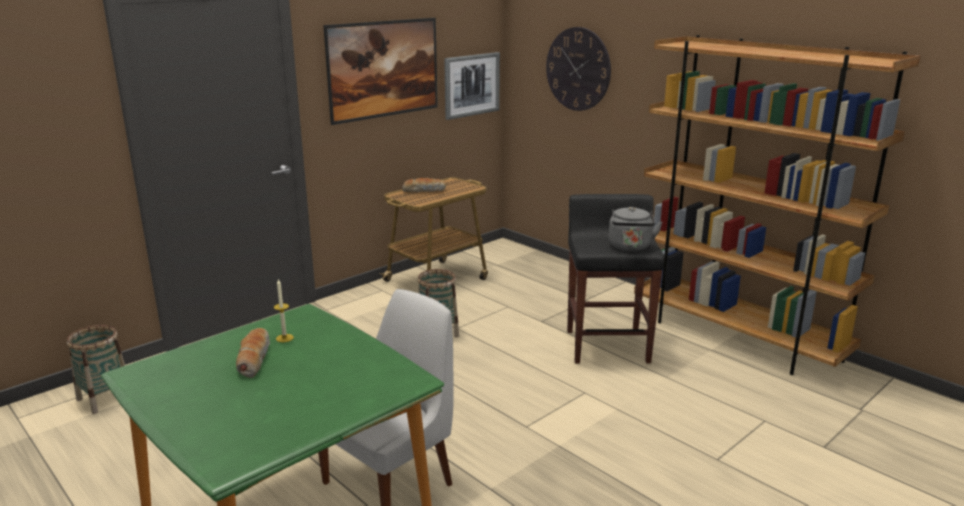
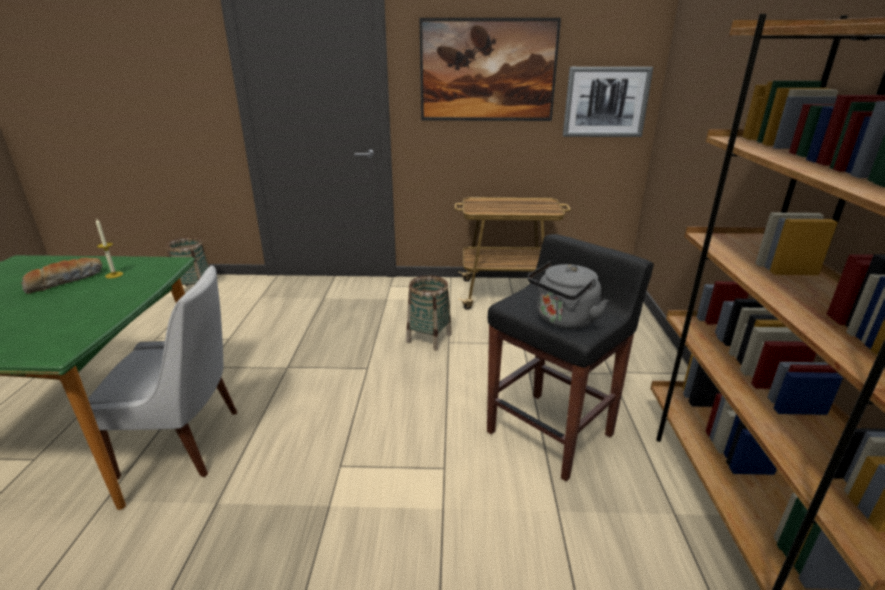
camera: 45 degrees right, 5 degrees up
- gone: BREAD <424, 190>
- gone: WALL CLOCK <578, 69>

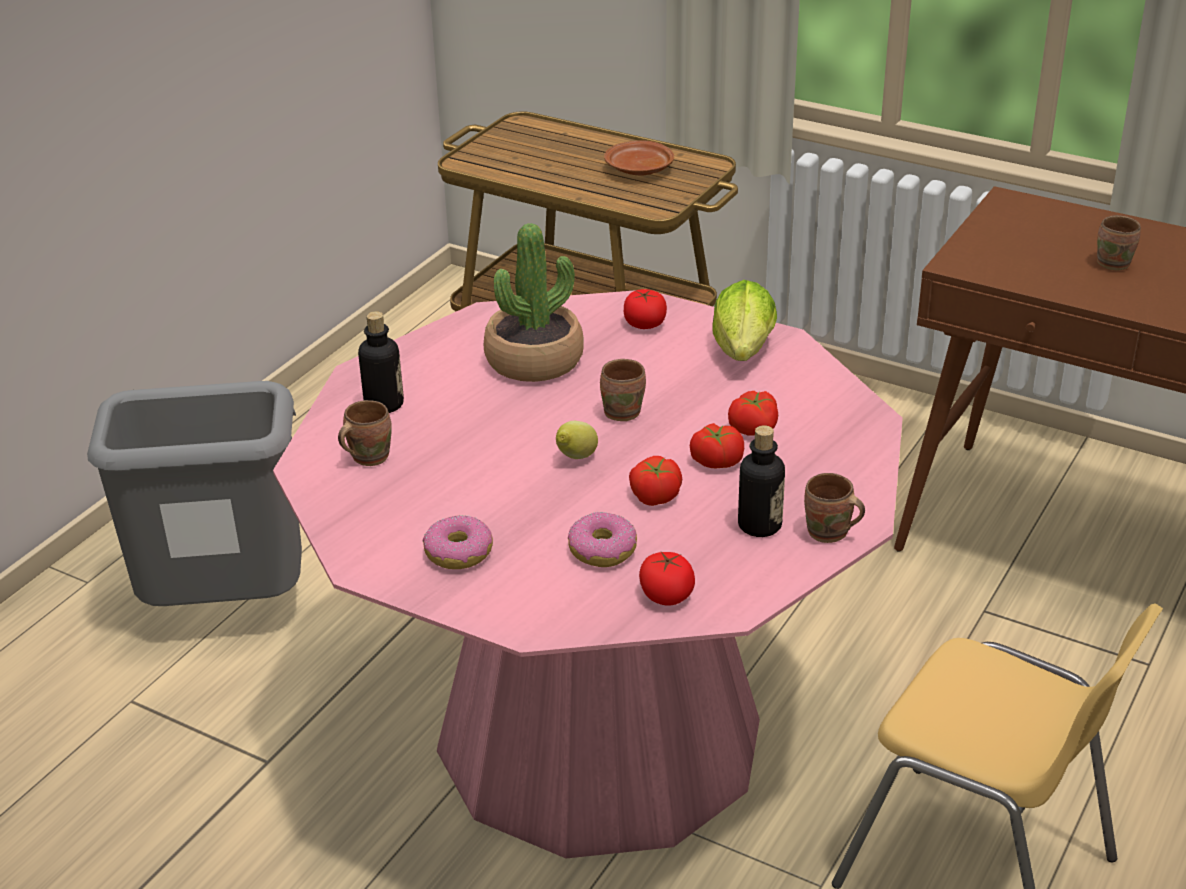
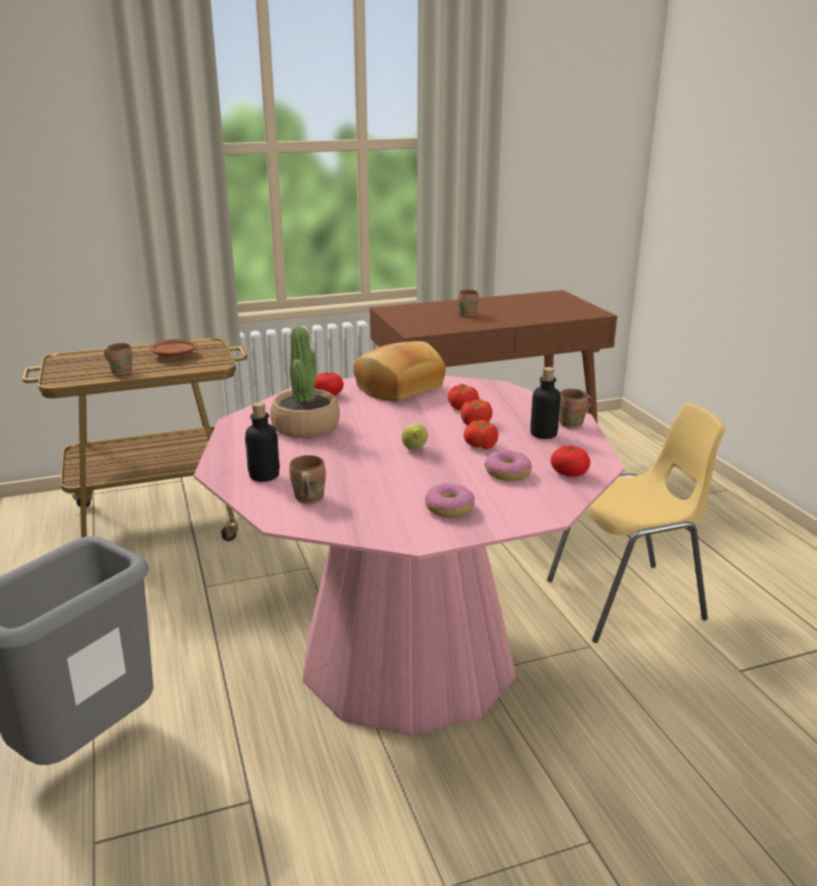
camera: 50 degrees left, 10 degrees down
- shifted: BROWN MUG <623, 411> to <121, 372>
- swapped: LETTUCE <743, 354> to BREAD <398, 387>

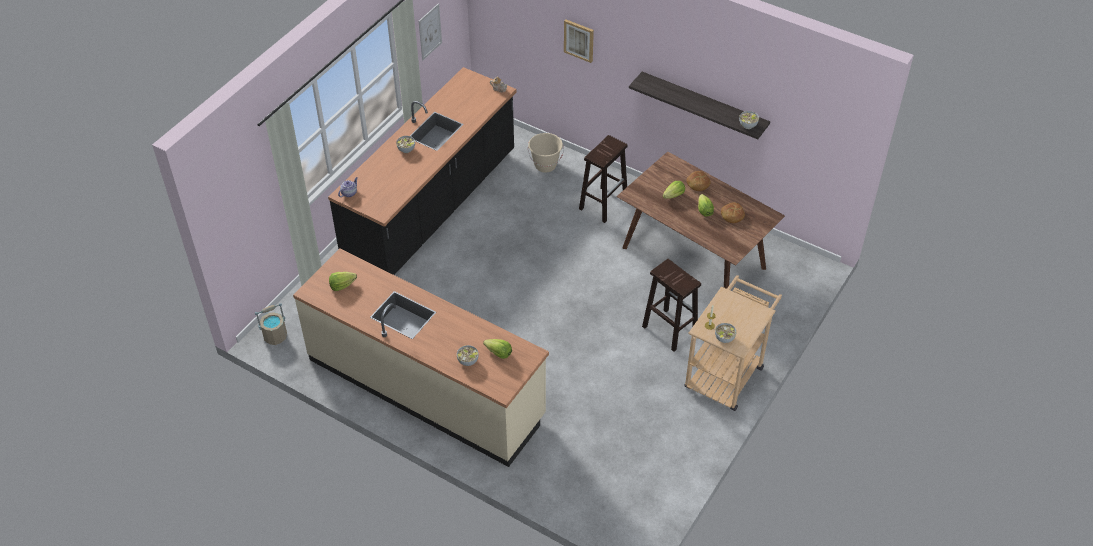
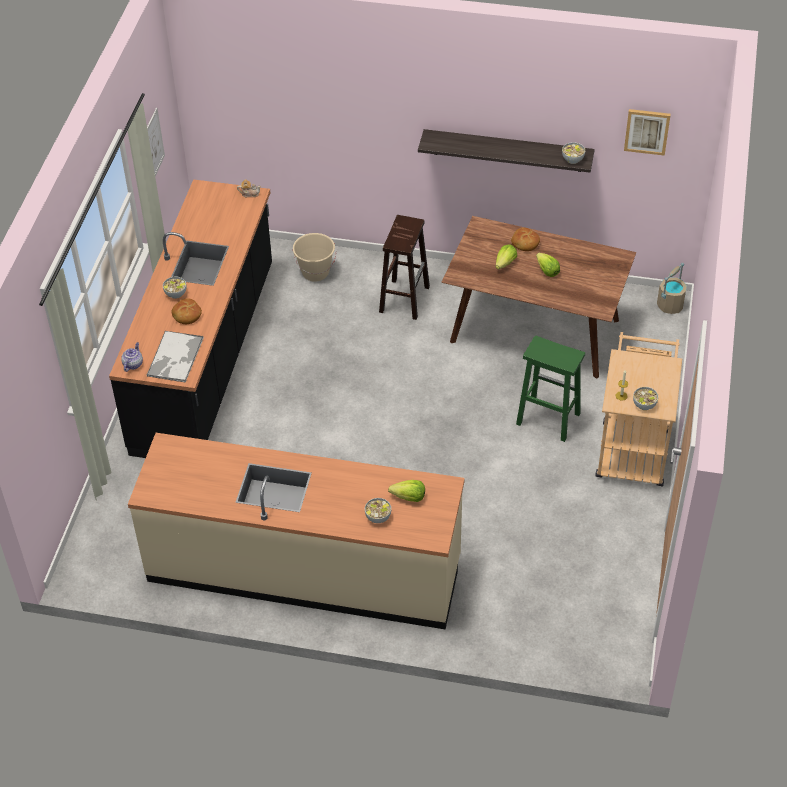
camera: 20 degrees left, 0 degrees up
- shifted: BEIGE BUCKET <275, 336> to <670, 305>
- gone: LETTUCE <342, 285>
- shifted: PICTURE <579, 40> to <647, 131>
- repainted: BROWN STOOL <669, 329> to GREEN STOOL <547, 418>
- shifted: BREAD <732, 215> to <186, 315>
- new: TRAY <175, 357>

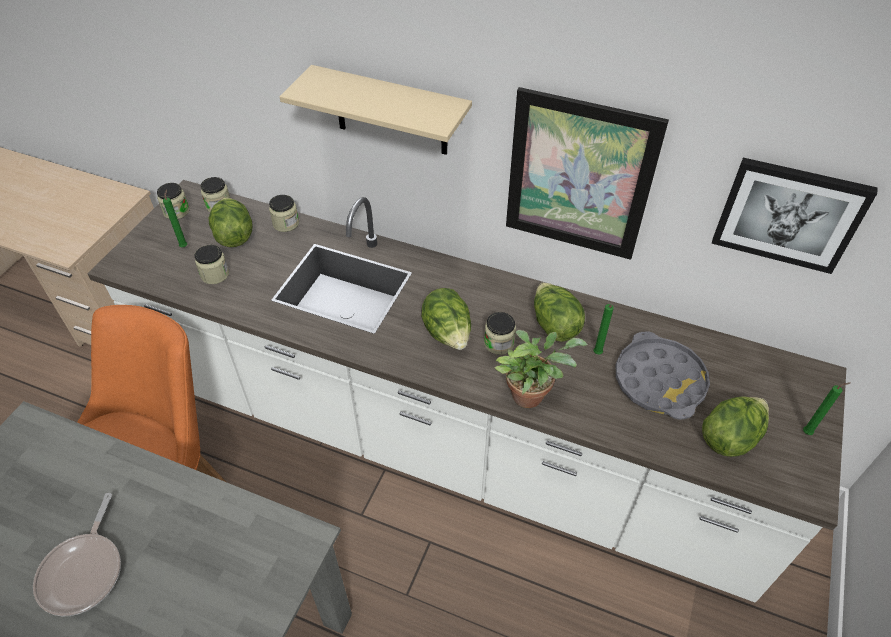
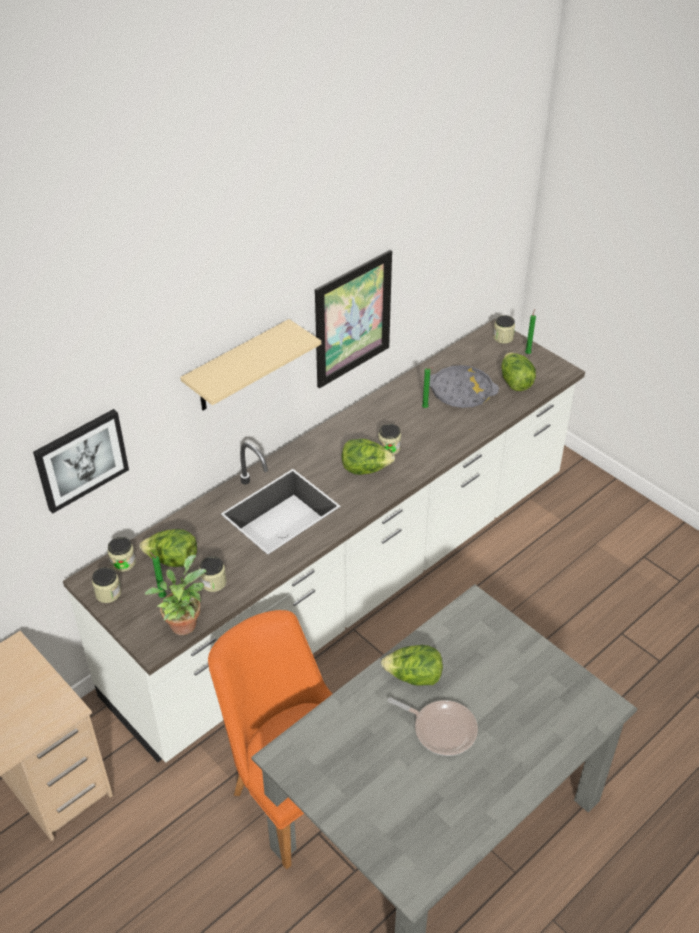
camera: 65 degrees left, 5 degrees down
- shifted: JAR <286, 223> to <503, 337>
- shifted: POTTED PLANT <531, 393> to <183, 622>
- shifted: LETTUCE <554, 325> to <413, 677>
- shifted: PICTURE <789, 214> to <81, 459>

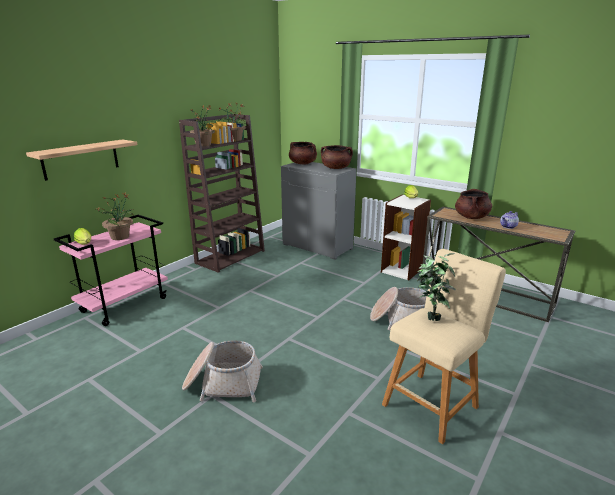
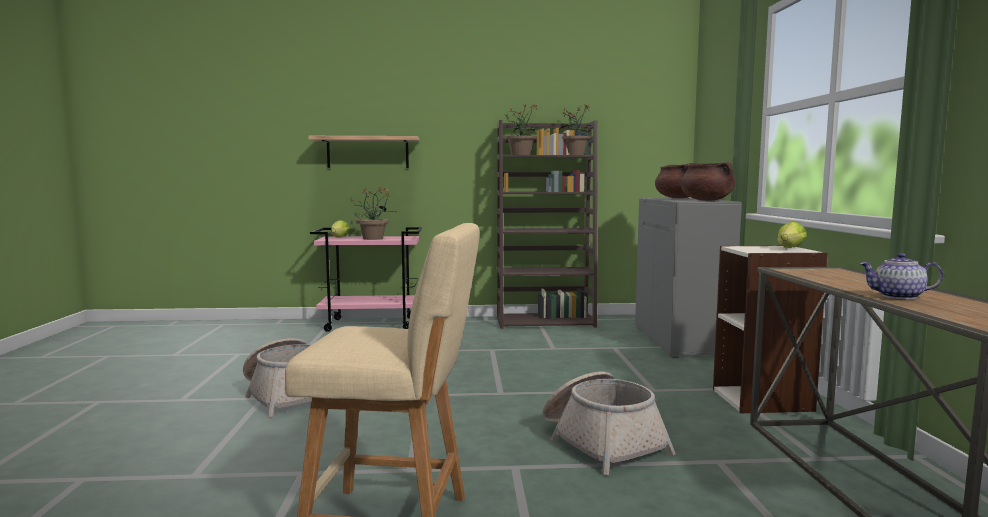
camera: 50 degrees right, 15 degrees down
- gone: POTTED PLANT <430, 315>
- gone: BROWN COOKING POT <471, 217>

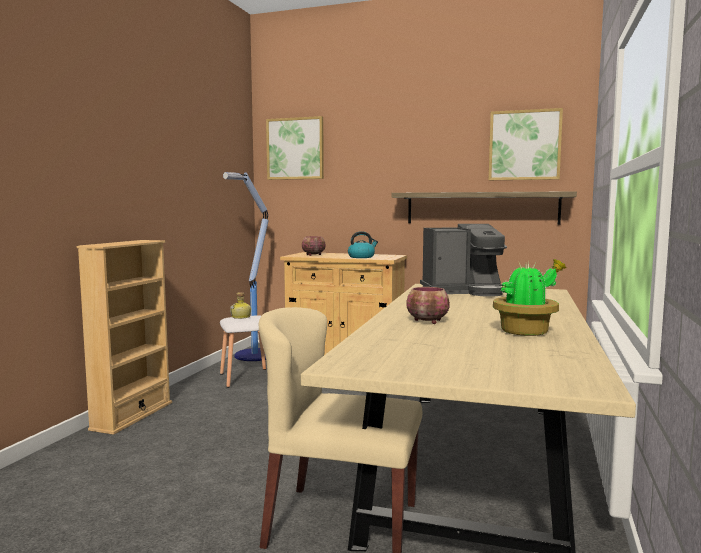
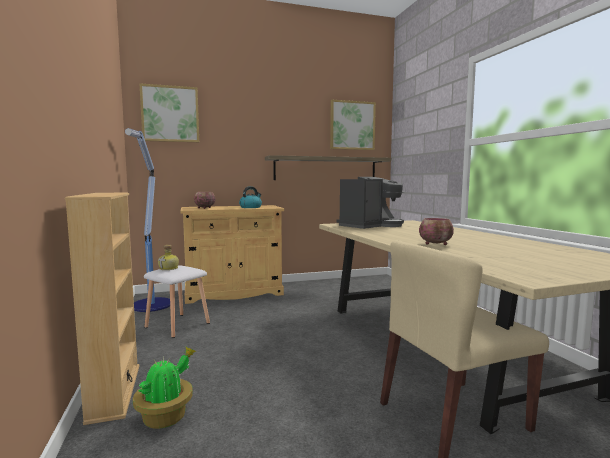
camera: 35 degrees left, 0 degrees up
- shifted: POTTED PLANT <526, 332> to <166, 416>

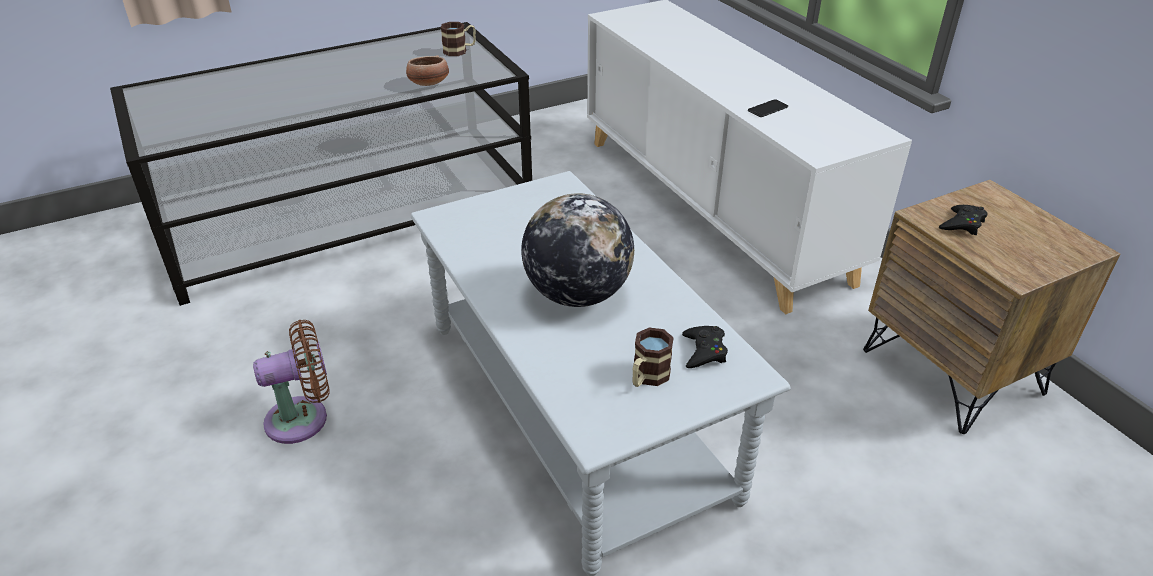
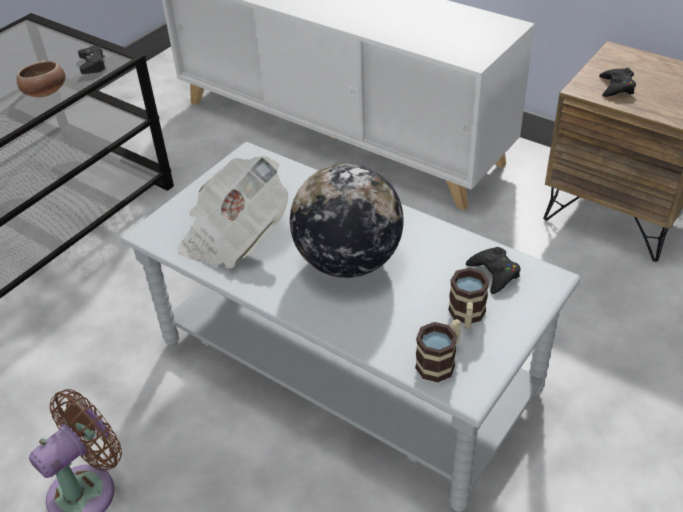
camera: 25 degrees left, 5 degrees up
- shifted: MUG <460, 51> to <440, 361>
- gone: PHONE <767, 109>
- new: BLACK GAME CONTROLLER <93, 64>
- new: NEWSPAPER <234, 235>

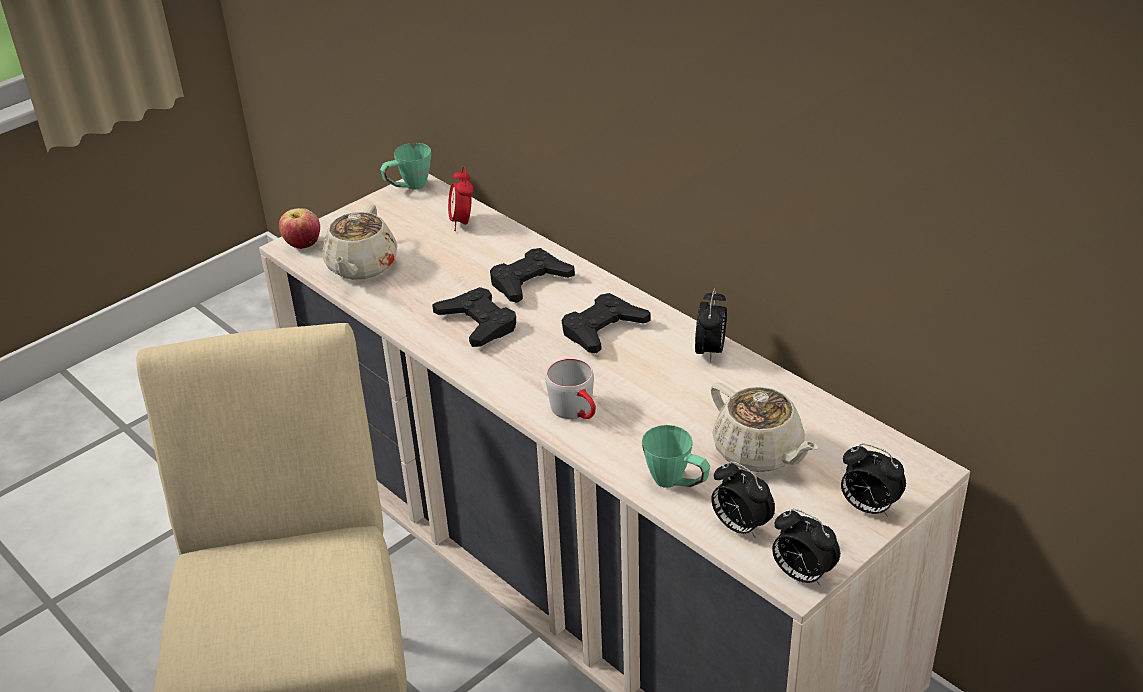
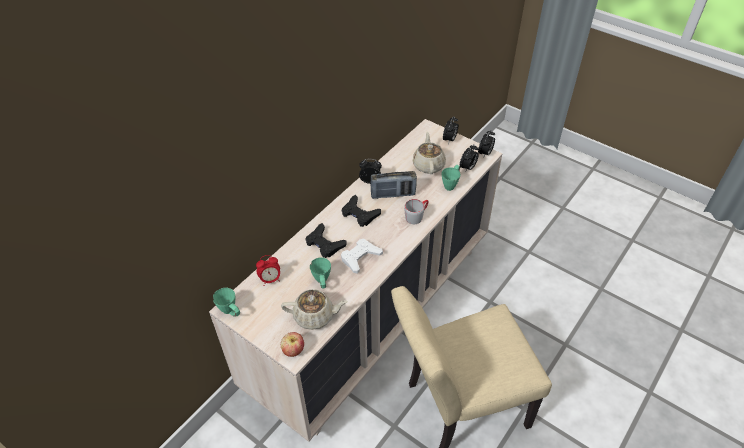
camera: 100 degrees left, 10 degrees up
- repainted: BLACK GAME CONTROLLER <478, 323> to WHITE GAME CONTROLLER <360, 258>
- rotated: BEIGE TEAPOT <759, 452> = <428, 165> 45 degrees counterclockwise
- new: GREEN MUG <322, 283>
- new: RADIO <393, 194>

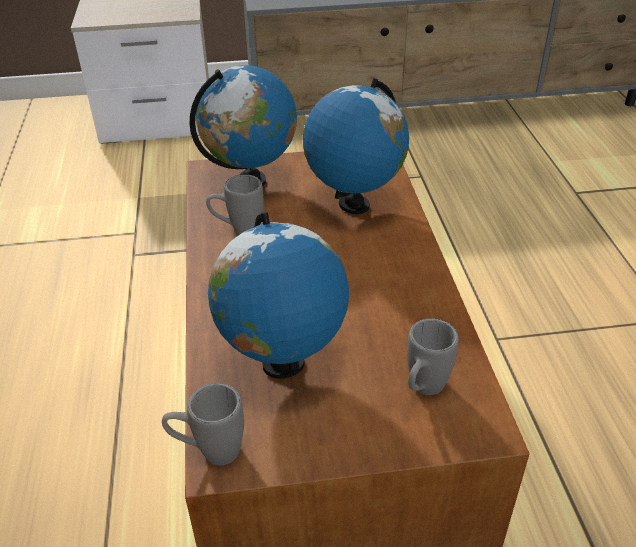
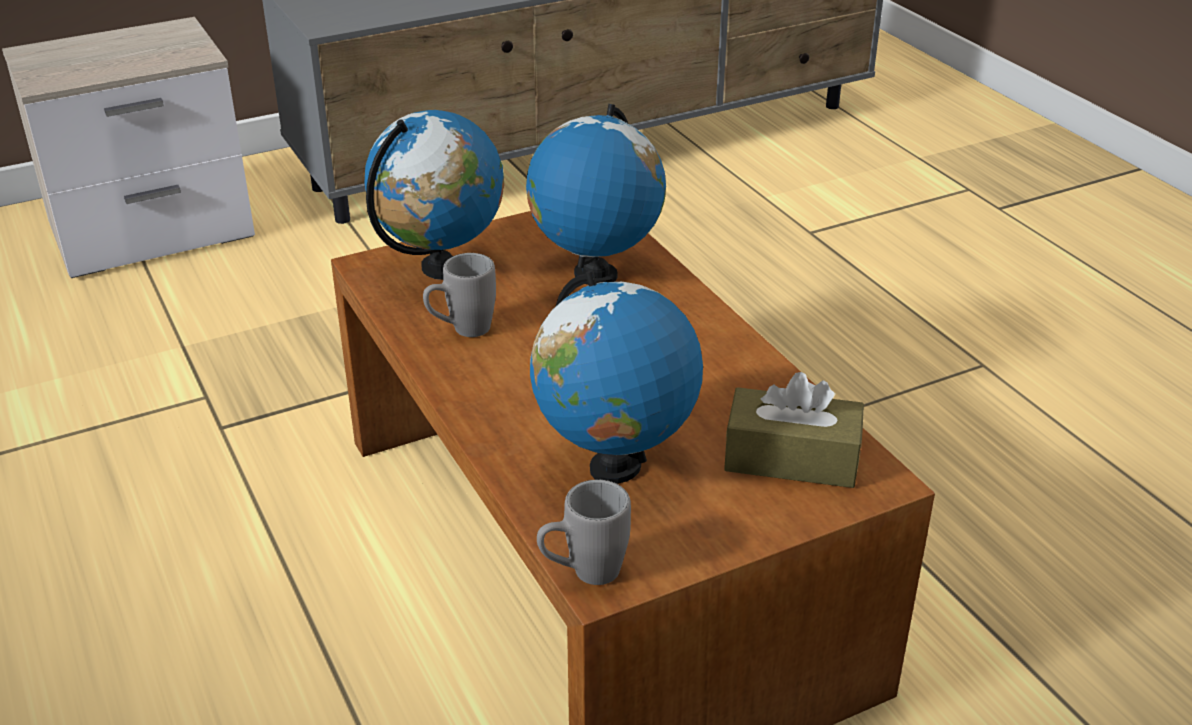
camera: 20 degrees left, 5 degrees down
- swapped: GREY MUG <422, 390> to BROWN TISSUE BOX <791, 459>

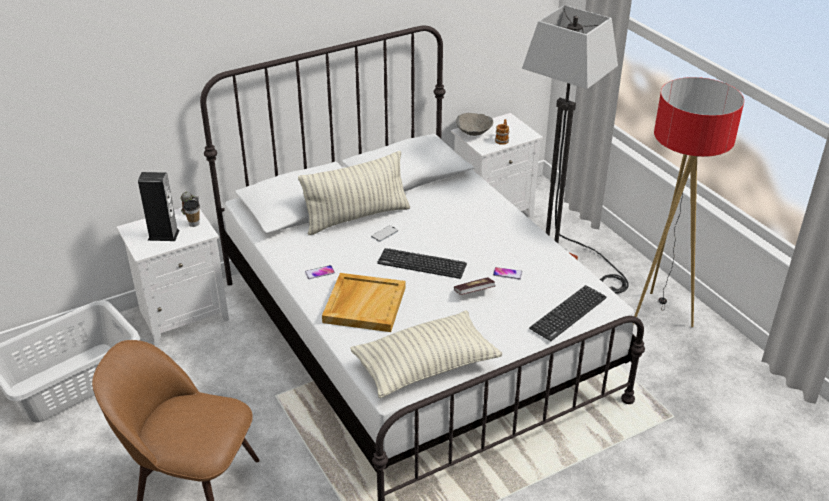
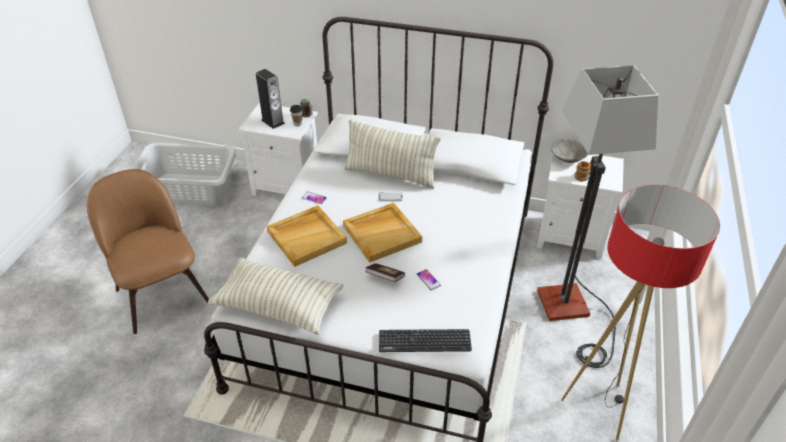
camera: 45 degrees right, 5 degrees up
- swapped: KEYBOARD <422, 264> to BEIGE TRAY <382, 233>

